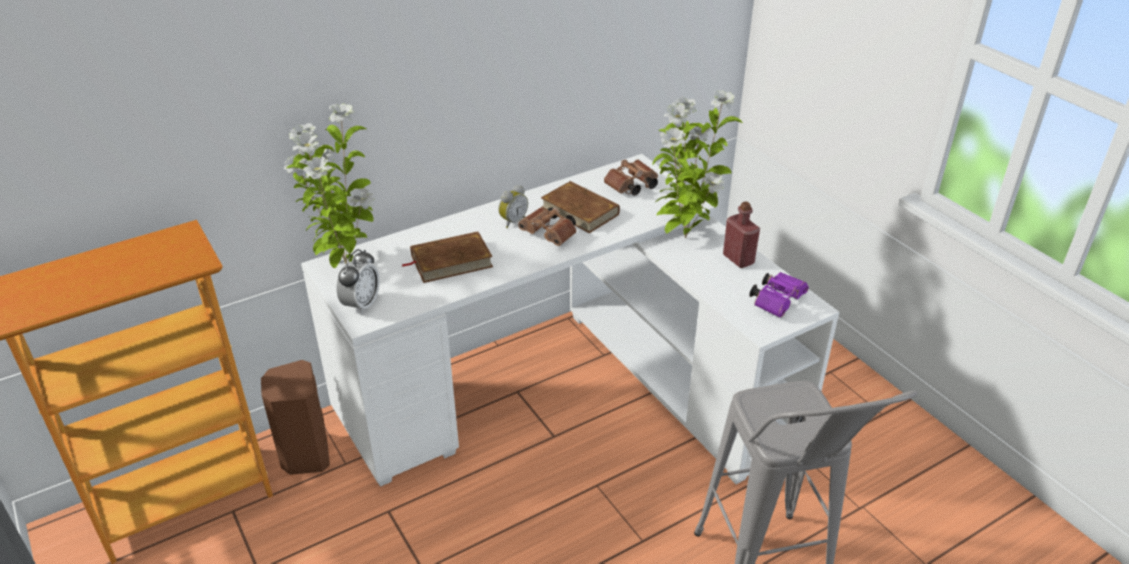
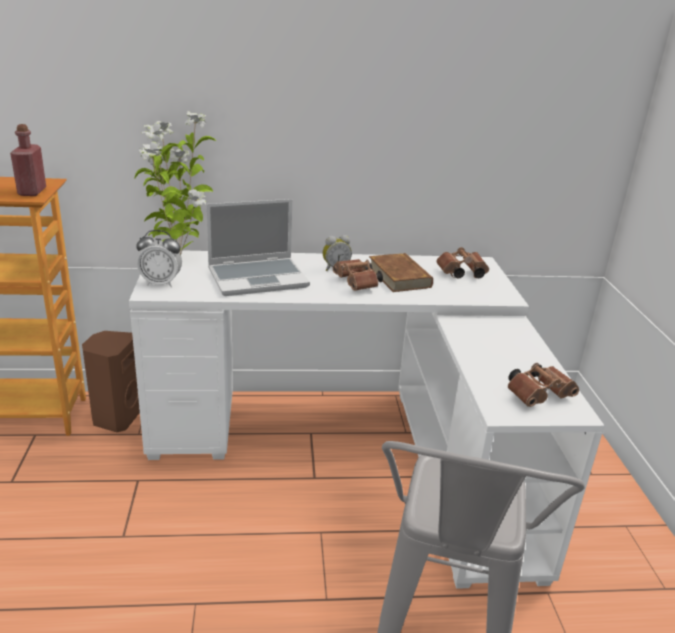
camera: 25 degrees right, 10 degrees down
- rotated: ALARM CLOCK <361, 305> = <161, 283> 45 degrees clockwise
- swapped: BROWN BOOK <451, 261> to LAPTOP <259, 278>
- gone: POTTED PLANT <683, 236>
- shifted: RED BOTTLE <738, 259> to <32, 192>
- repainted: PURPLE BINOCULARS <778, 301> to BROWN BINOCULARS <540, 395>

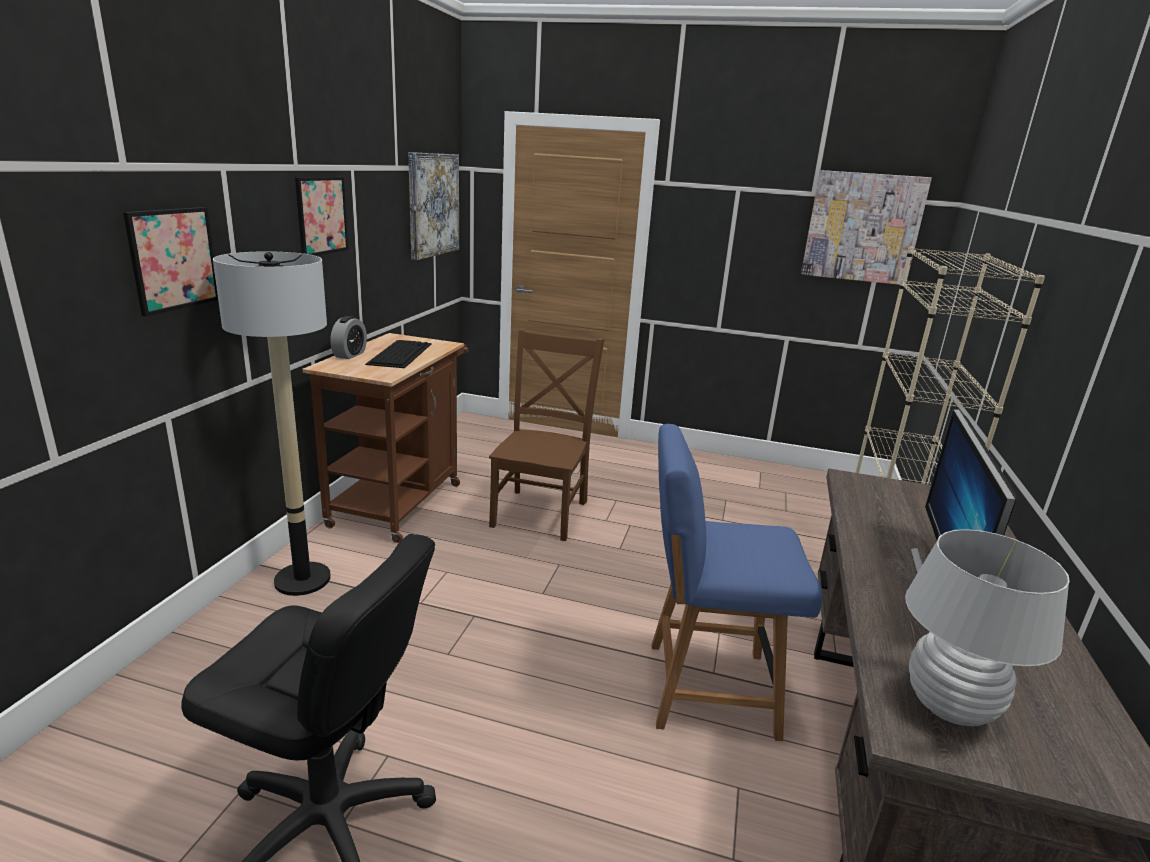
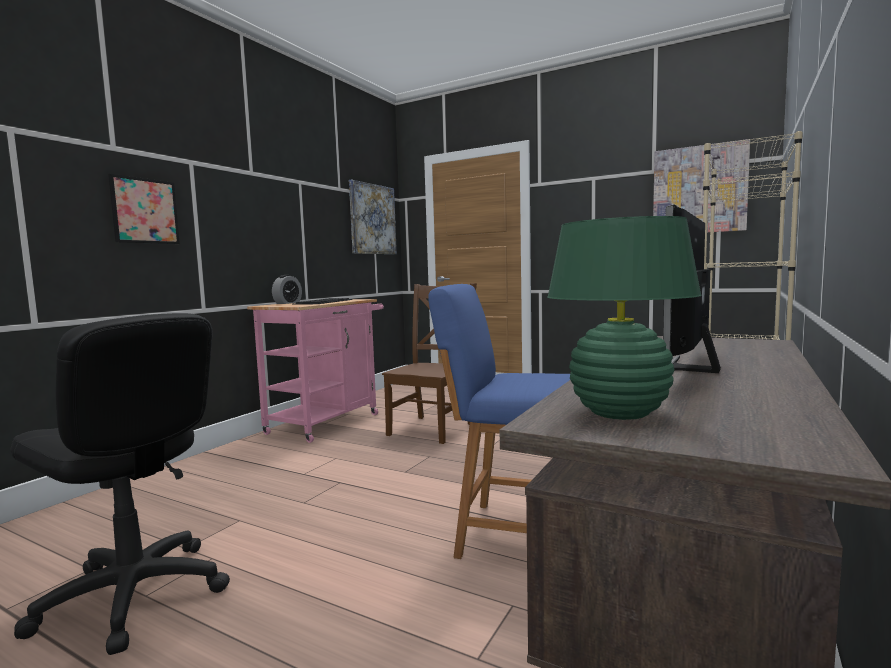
camera: 15 degrees right, 15 degrees down
- gone: FLOOR LAMP <303, 579>
- gone: PICTURE <321, 215>
- repainted: BROWN CART <400, 500> to PINK CART <328, 421>
- repainted: WHITE TABLE LAMP <950, 707> to GREEN TABLE LAMP <620, 412>

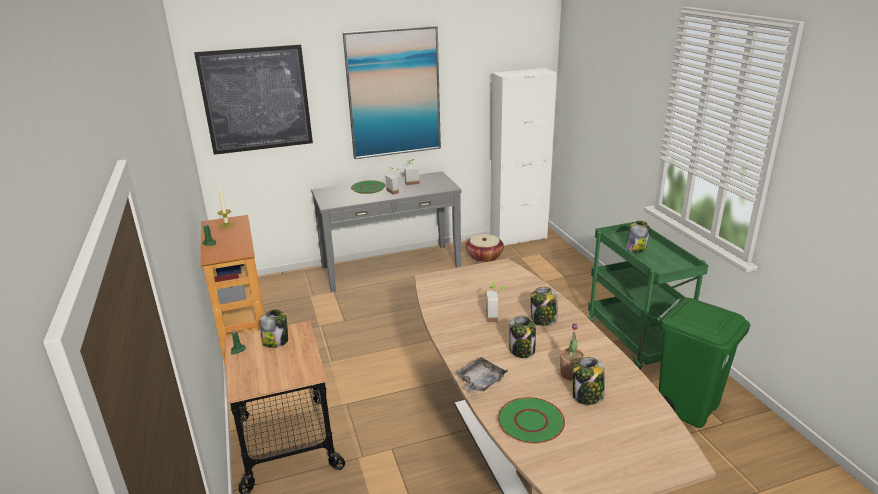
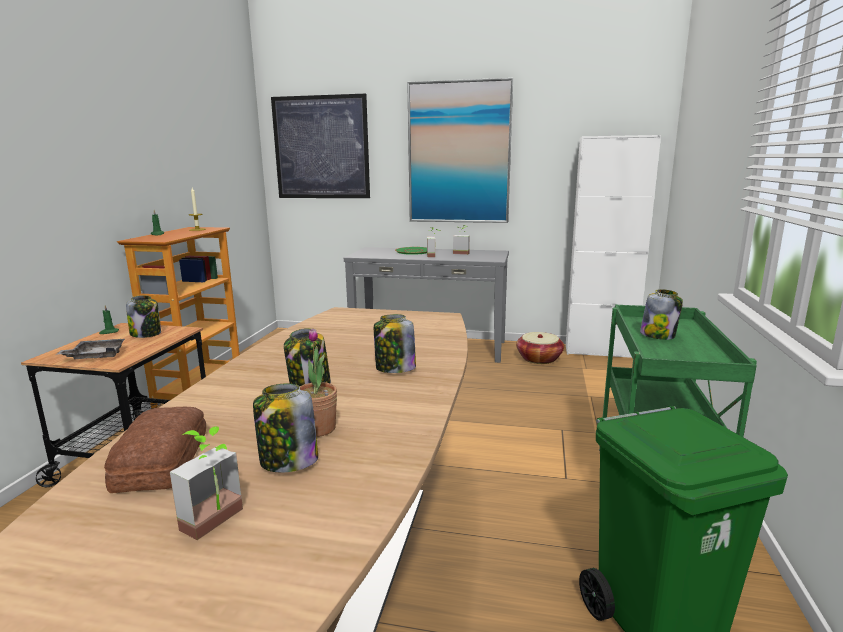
camera: 30 degrees right, 10 degrees down
- shifted: GREY TRAY <480, 381> to <96, 356>
- shifted: POTTED PLANT <496, 316> to <219, 523>
- swapped: GREEN PLATE <531, 422> to BREAD <159, 461>

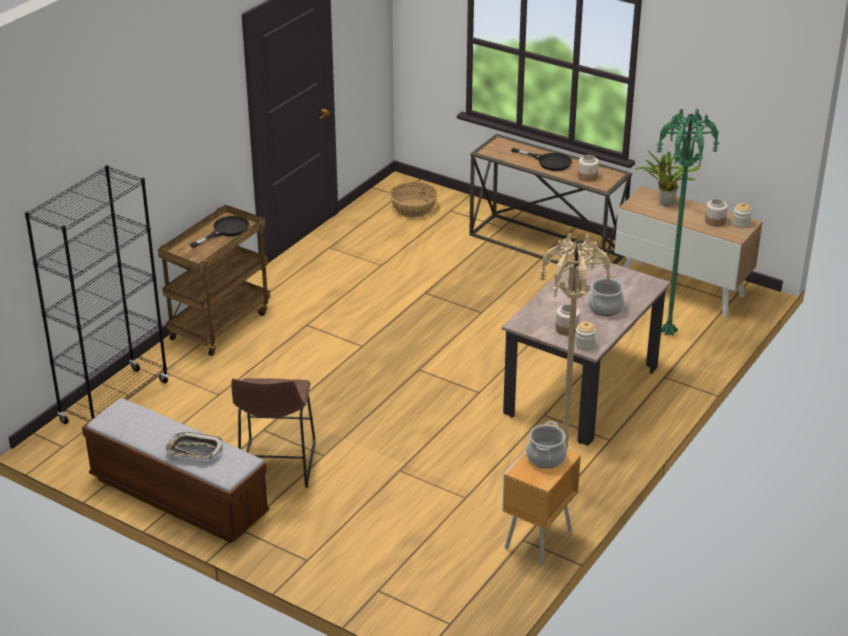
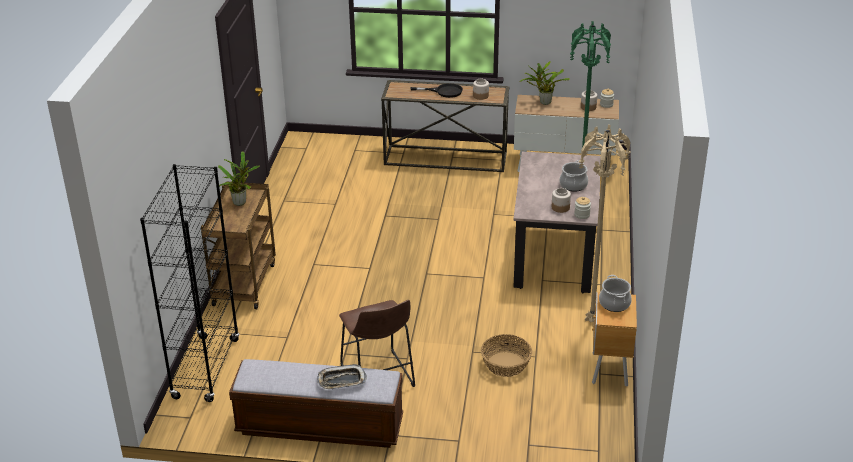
camera: 25 degrees left, 0 degrees up
- swapped: BLACK FRYING PAN <226, 230> to POTTED PLANT <240, 202>
- shifted: BASKET <413, 208> to <505, 364>

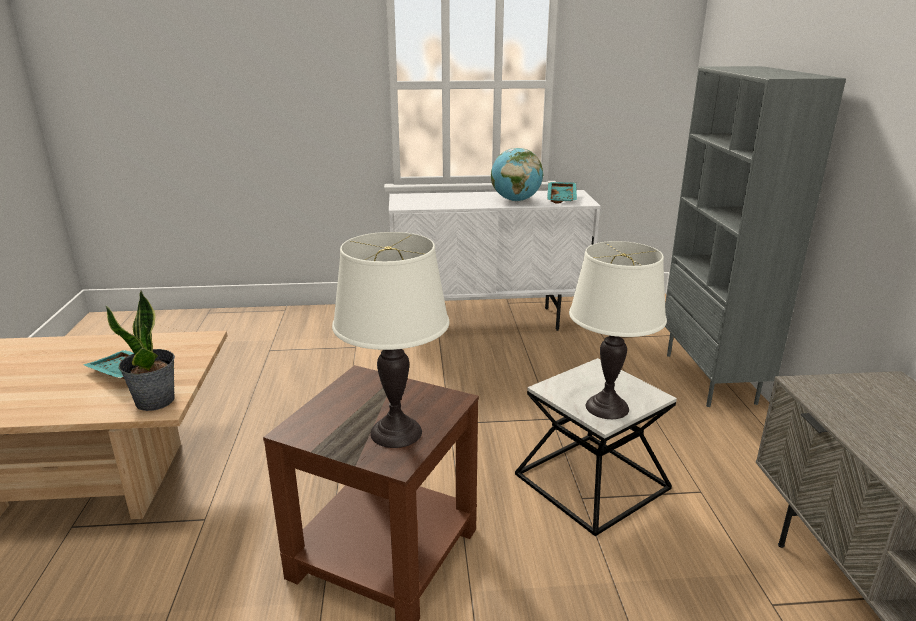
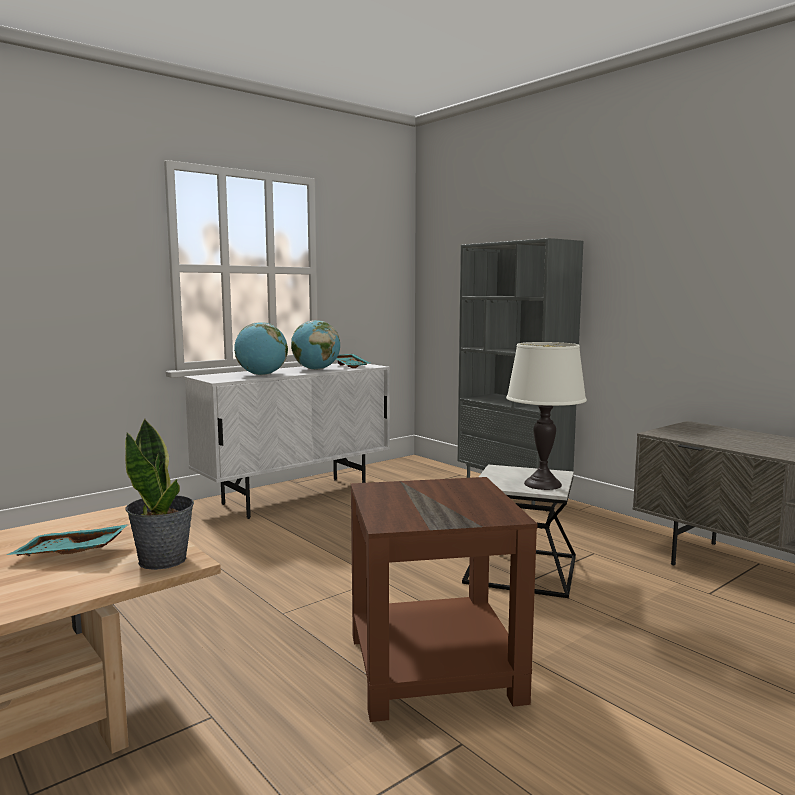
camera: 35 degrees left, 15 degrees down
- gone: WHITE TABLE LAMP <396, 432>
- new: GLOBE <262, 375>

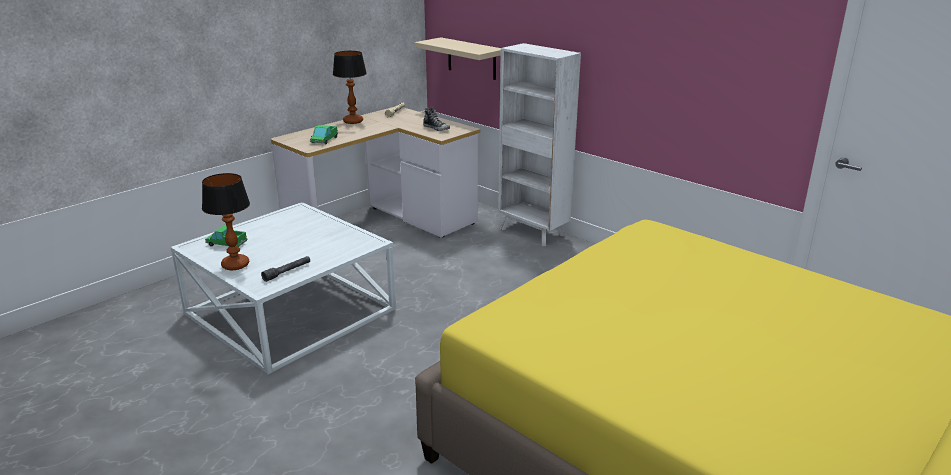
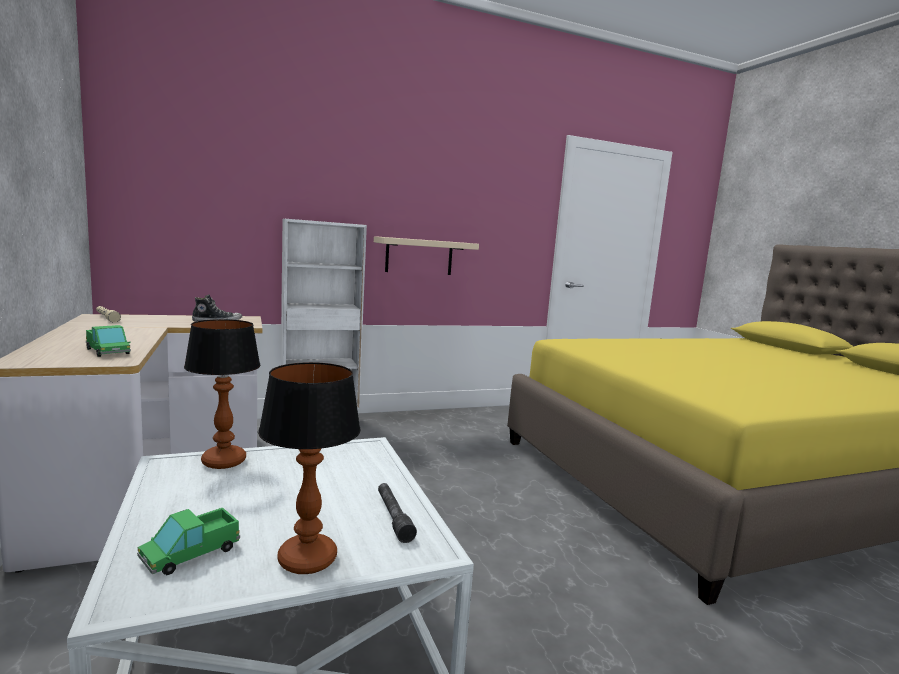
camera: 65 degrees left, 15 degrees down
- shifted: TABLE LAMP <352, 121> to <223, 462>
- shifted: BEIGE SHELF <471, 58> to <419, 256>

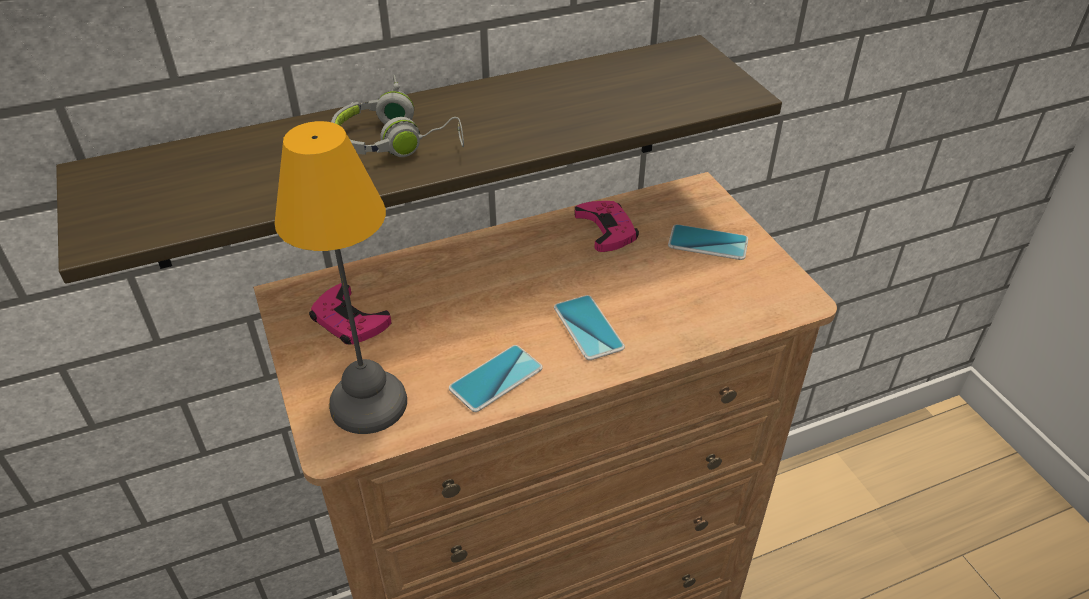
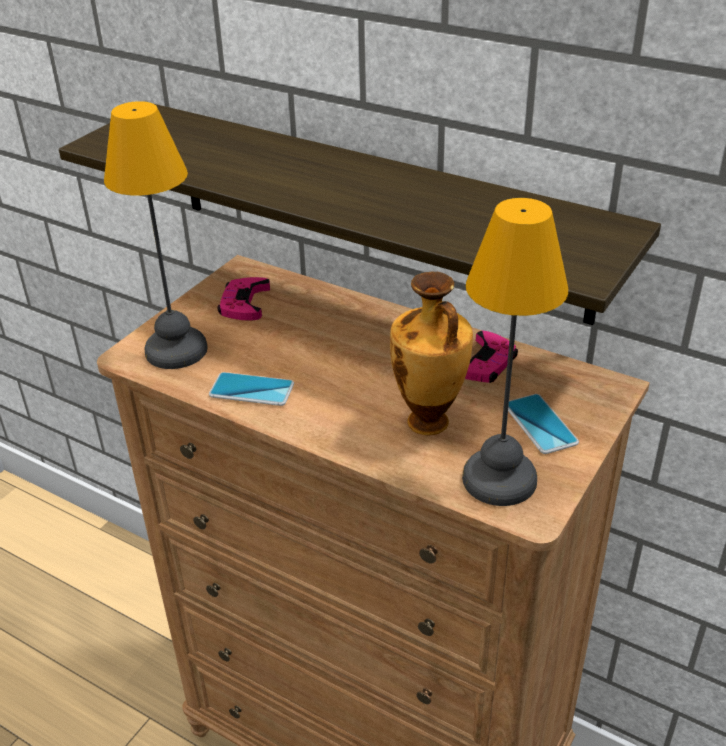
camera: 55 degrees right, 5 degrees down
- gone: GREY HEADPHONES <397, 142>
- gone: PHONE <588, 328>
- new: VASE <428, 424>
- new: TABLE LAMP <501, 480>

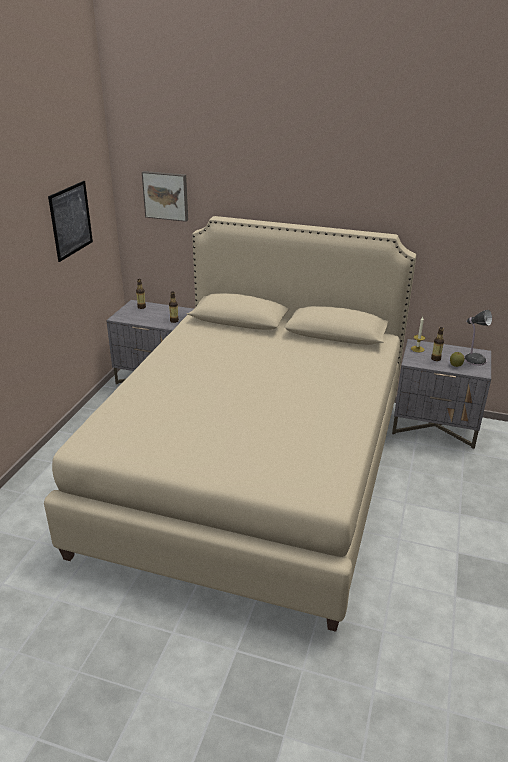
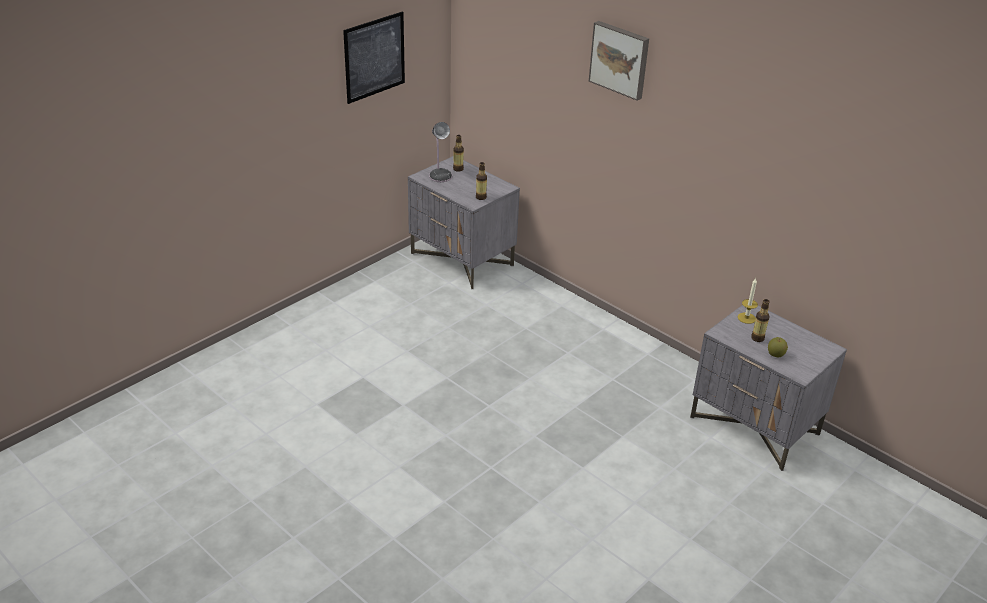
camera: 25 degrees right, 5 degrees up
- gone: BEIGE BED <253, 470>
- shifted: PICTURE <166, 195> to <620, 59>
- shifted: TABLE LAMP <473, 359> to <440, 175>

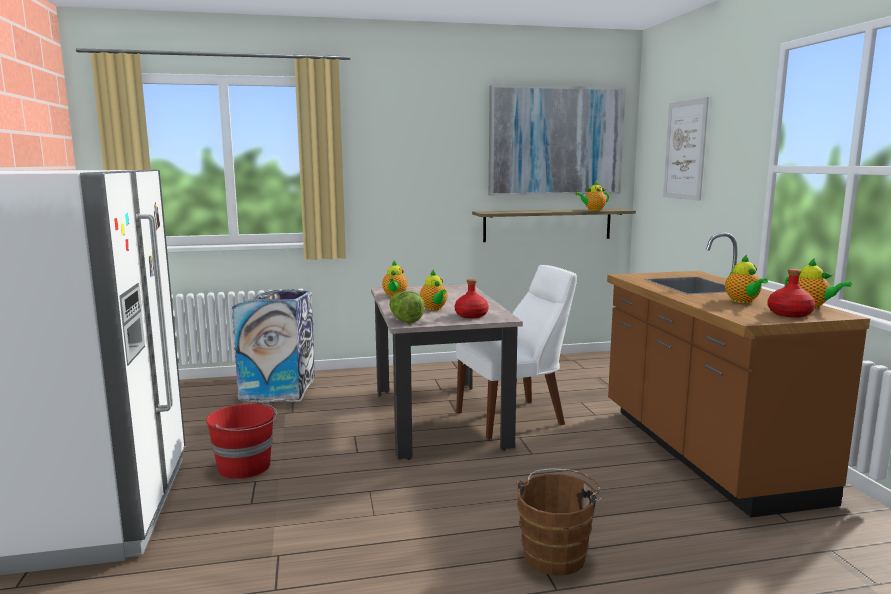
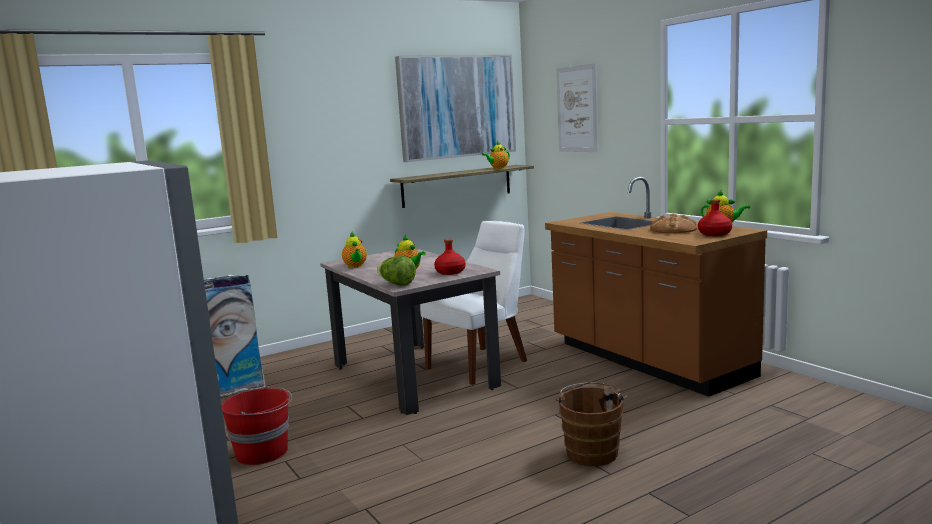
camera: 20 degrees left, 0 degrees up
- swapped: TEAPOT <743, 301> to BREAD <673, 230>

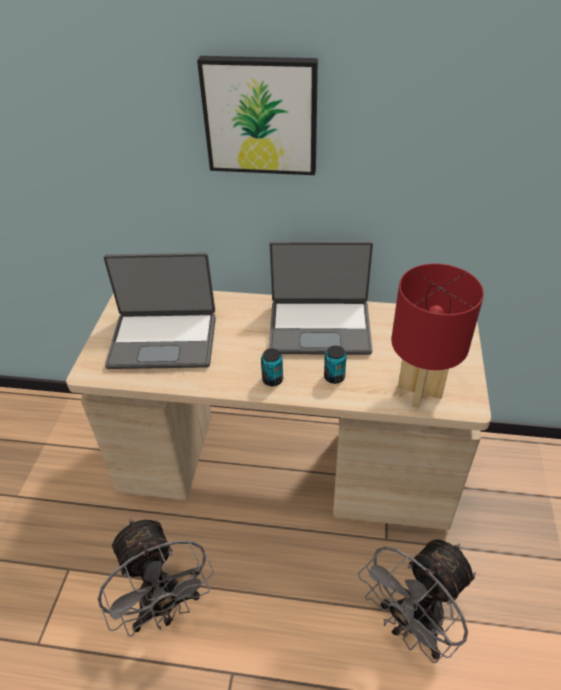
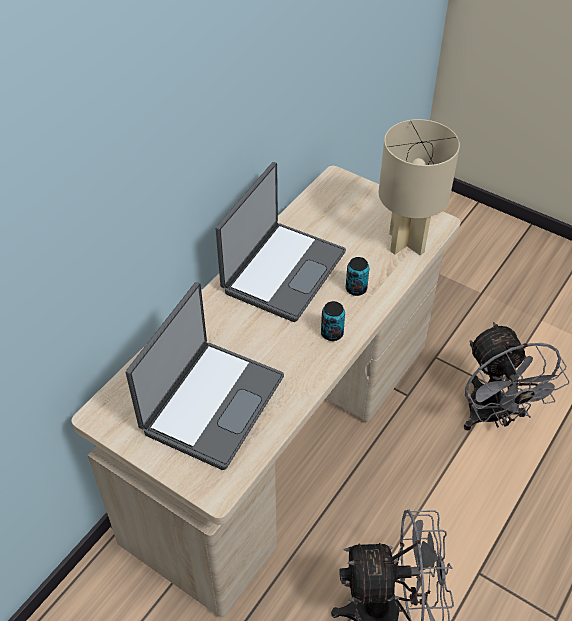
camera: 65 degrees left, 5 degrees up
- gone: PICTURE <261, 115>
- repainted: RED TABLE LAMP <420, 391> to BEIGE TABLE LAMP <406, 242>

